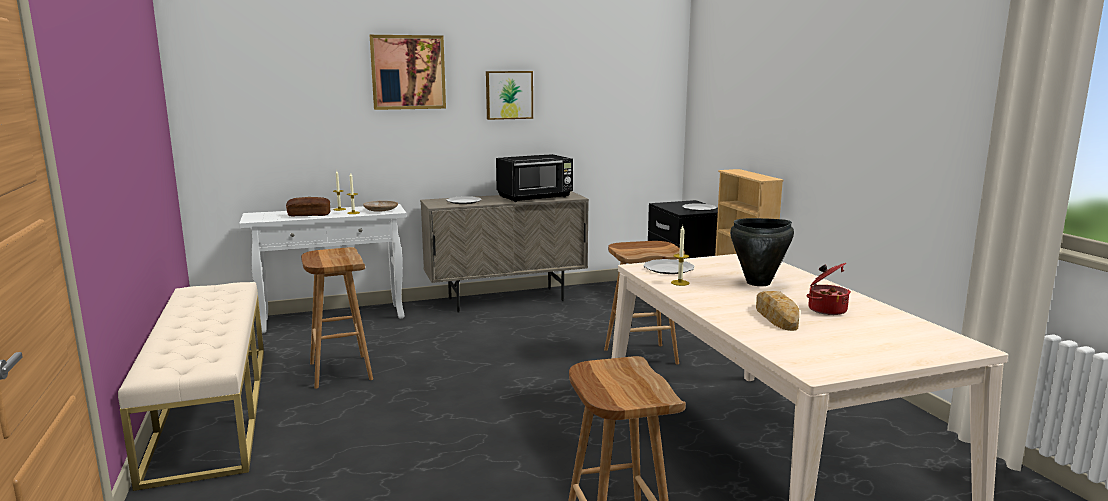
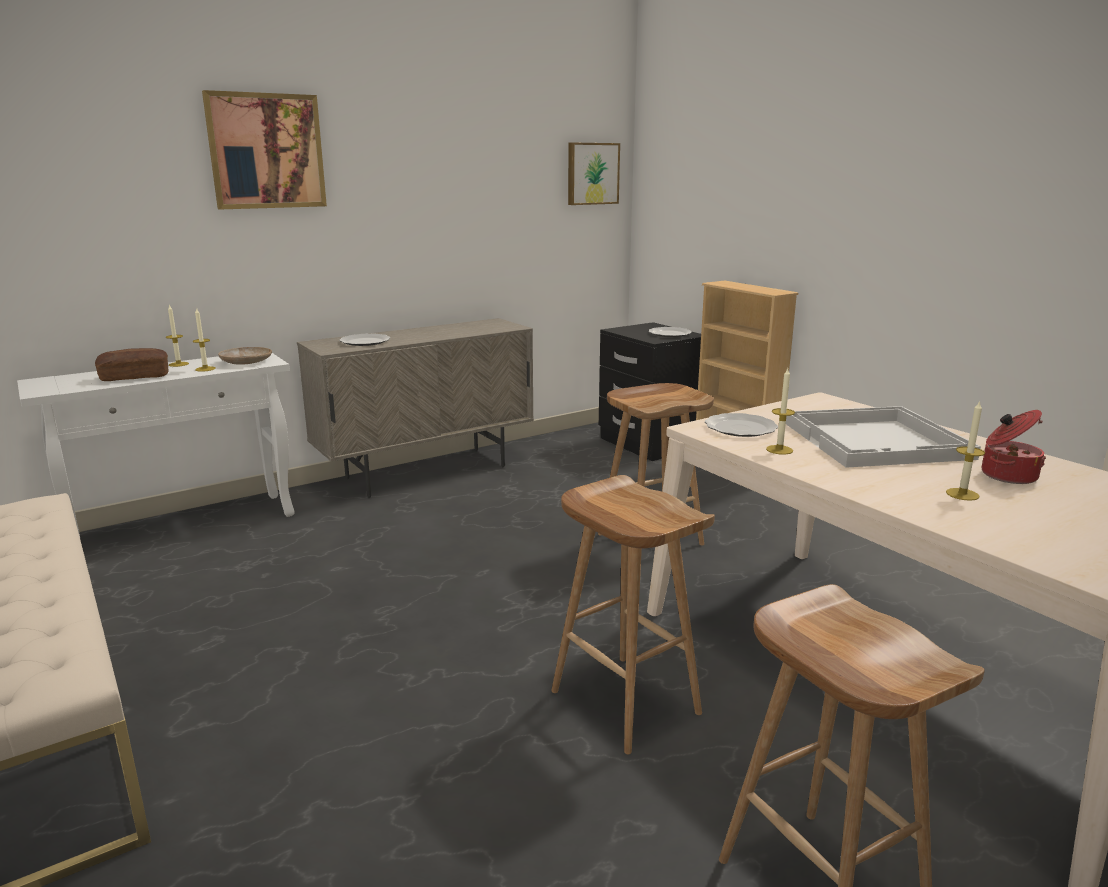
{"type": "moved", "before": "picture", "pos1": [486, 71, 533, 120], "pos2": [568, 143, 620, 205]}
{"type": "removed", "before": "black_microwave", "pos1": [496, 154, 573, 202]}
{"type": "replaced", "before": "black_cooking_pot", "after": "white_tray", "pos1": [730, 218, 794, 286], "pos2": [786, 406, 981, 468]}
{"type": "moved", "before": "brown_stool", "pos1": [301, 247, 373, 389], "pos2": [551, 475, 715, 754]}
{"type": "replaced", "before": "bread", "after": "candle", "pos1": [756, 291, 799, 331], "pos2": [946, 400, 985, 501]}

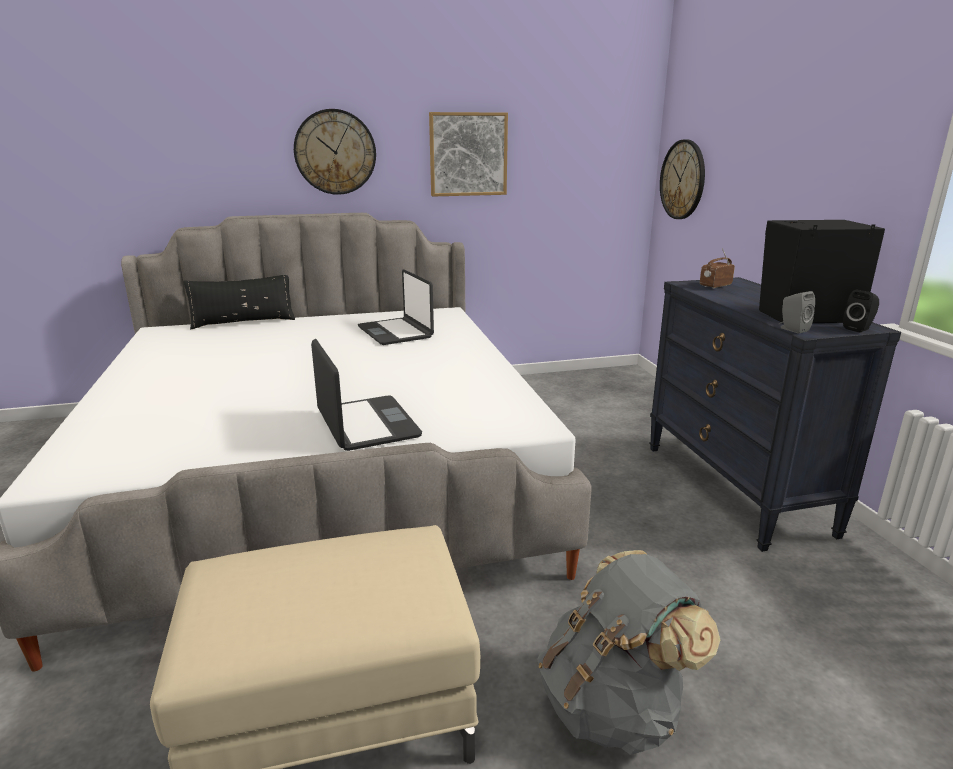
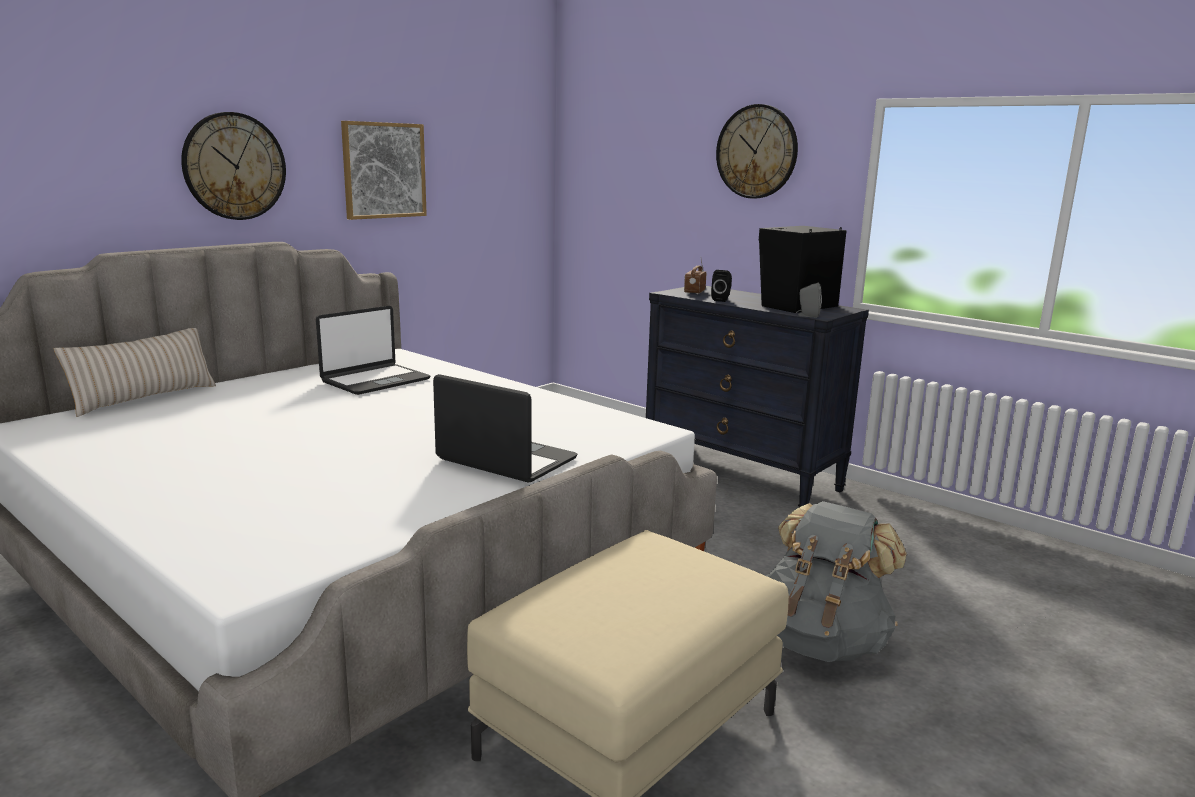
{"type": "moved", "before": "wall_clock", "pos1": [660, 140, 705, 219], "pos2": [716, 104, 798, 199]}
{"type": "turned", "before": "laptop", "pos1": [358, 269, 434, 345], "pos2": [316, 306, 430, 395], "turn": -75}
{"type": "recoloured", "before": "black_pillow", "after": "beige_pillow", "pos1": [183, 275, 295, 329], "pos2": [54, 328, 216, 417]}
{"type": "moved", "before": "black_speaker", "pos1": [843, 290, 879, 332], "pos2": [711, 270, 732, 302]}

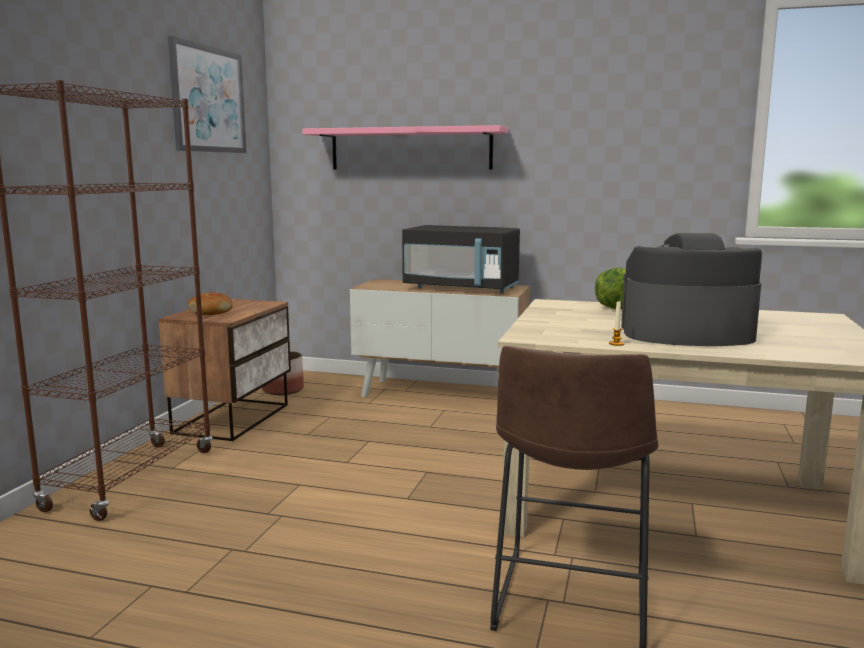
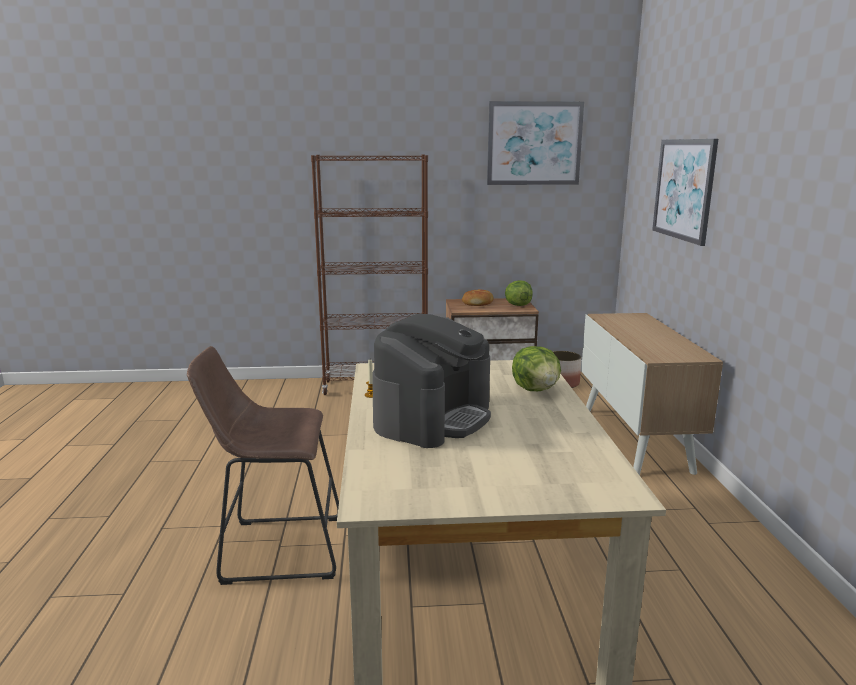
{"type": "replaced", "before": "pink_shelf", "after": "picture", "pos1": [302, 125, 508, 170], "pos2": [652, 139, 718, 246]}
{"type": "removed", "before": "black_microwave", "pos1": [402, 225, 520, 293]}
{"type": "turned", "before": "coffee_machine", "pos1": [621, 233, 762, 346], "pos2": [372, 314, 491, 448], "turn": 45}
{"type": "added", "after": "lettuce", "pos2": [505, 280, 533, 306]}

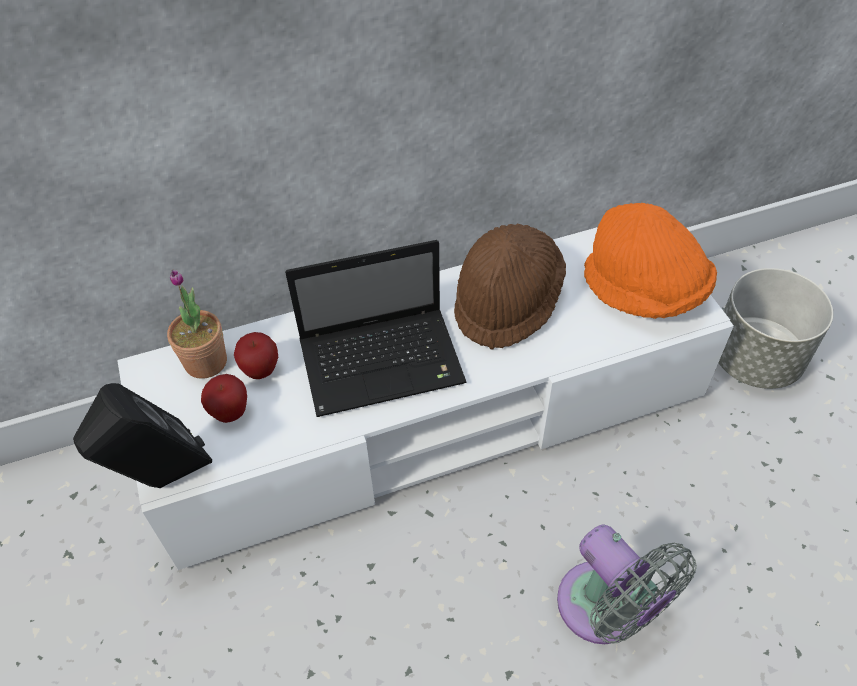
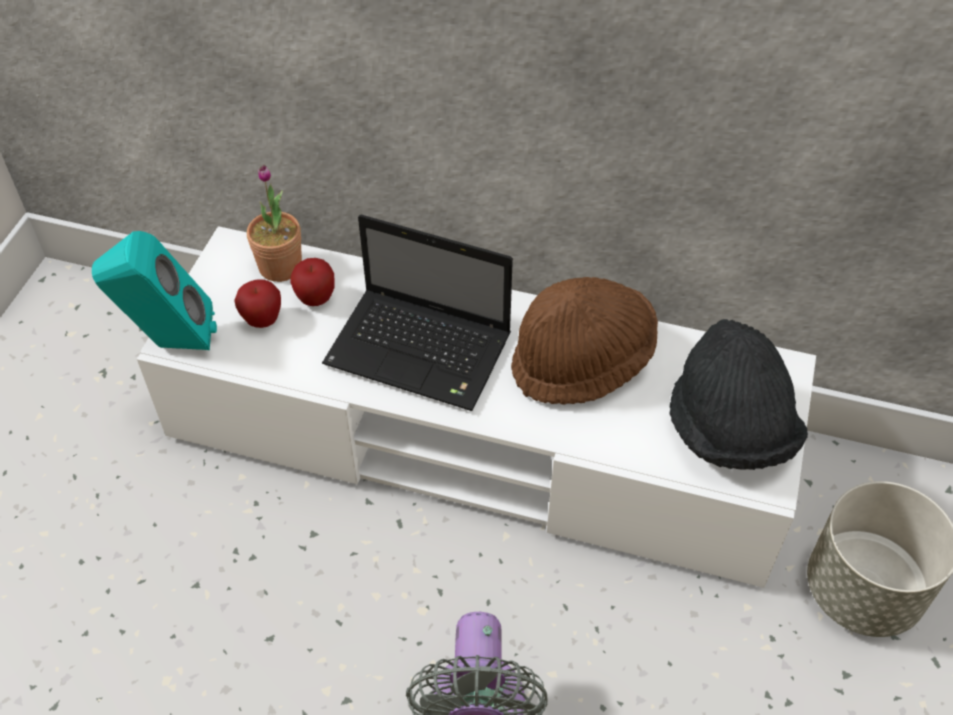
{"type": "recoloured", "before": "orange_hat", "after": "black_hat", "pos1": [584, 203, 717, 319], "pos2": [669, 319, 808, 470]}
{"type": "recoloured", "before": "black_speaker", "after": "turquoise_speaker", "pos1": [73, 383, 212, 488], "pos2": [92, 231, 217, 350]}

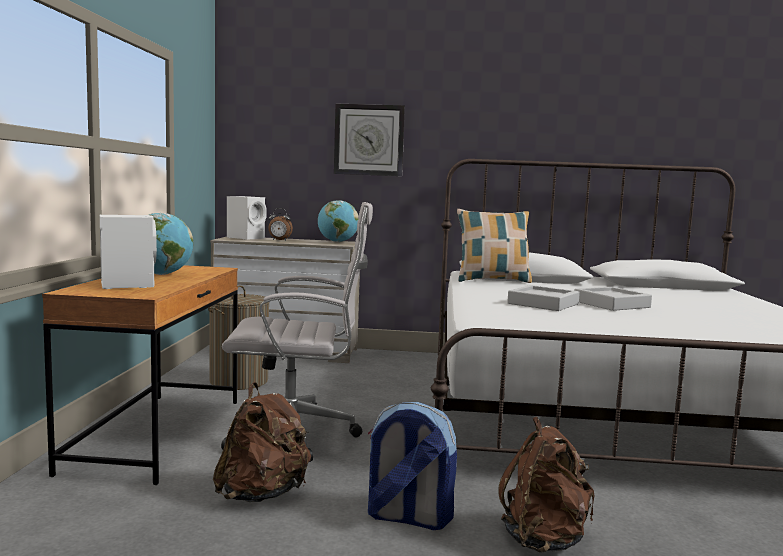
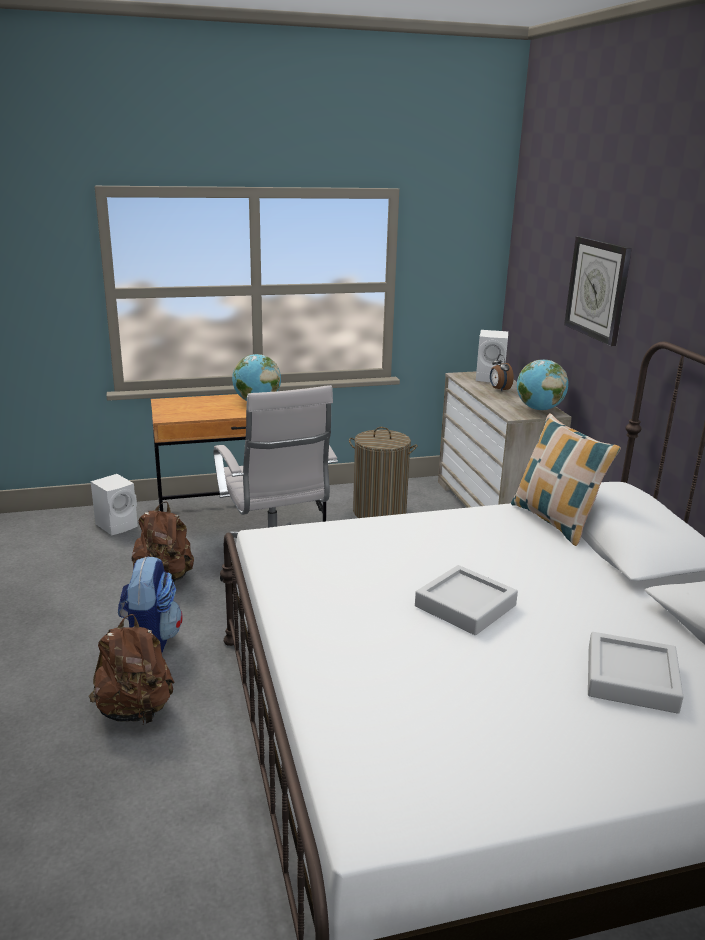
{"type": "moved", "before": "white_speaker", "pos1": [100, 215, 157, 289], "pos2": [91, 474, 138, 535]}
{"type": "moved", "before": "grey_tray", "pos1": [507, 285, 580, 311], "pos2": [588, 632, 683, 714]}

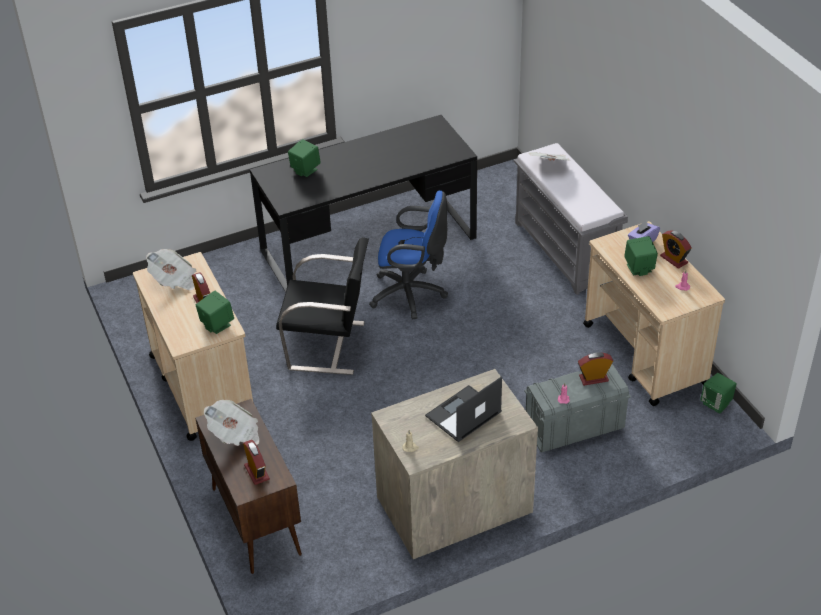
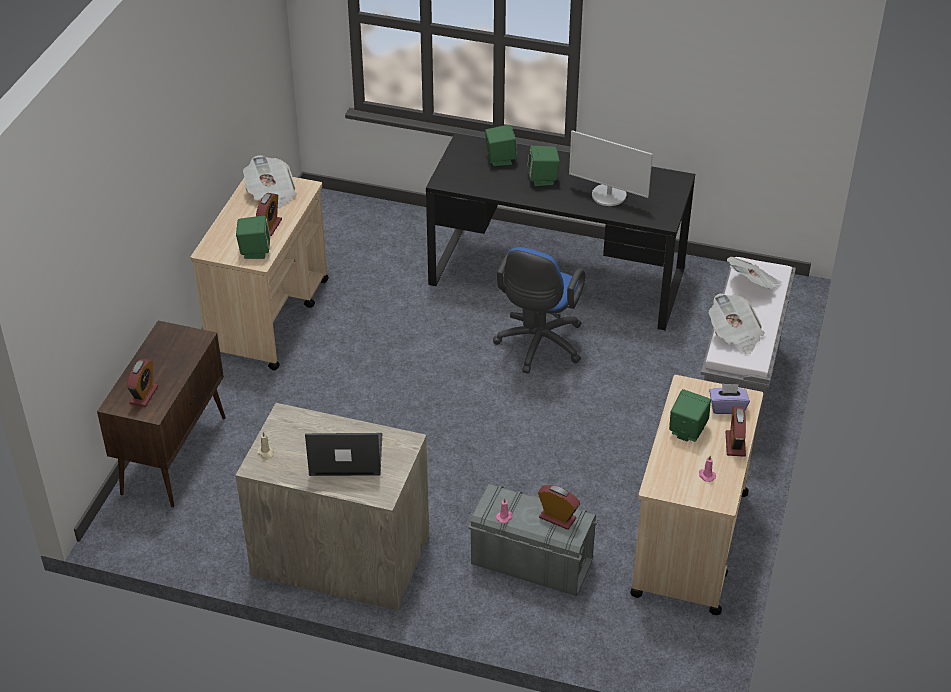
{"type": "turned", "before": "blue_office_chair", "pos1": [369, 190, 448, 319], "pos2": [493, 247, 585, 374], "turn": 60}
{"type": "removed", "before": "black_chair", "pos1": [276, 237, 369, 375]}
{"type": "moved", "before": "green_speaker", "pos1": [700, 373, 737, 414], "pos2": [527, 146, 560, 186]}
{"type": "moved", "before": "newspaper", "pos1": [204, 400, 259, 446], "pos2": [709, 293, 765, 354]}
{"type": "added", "after": "monitor", "pos2": [569, 130, 653, 206]}

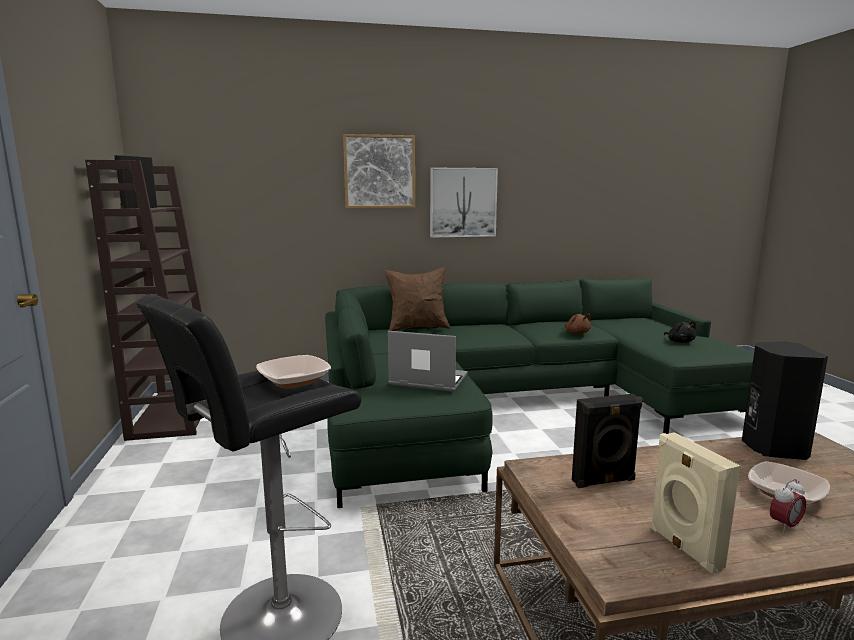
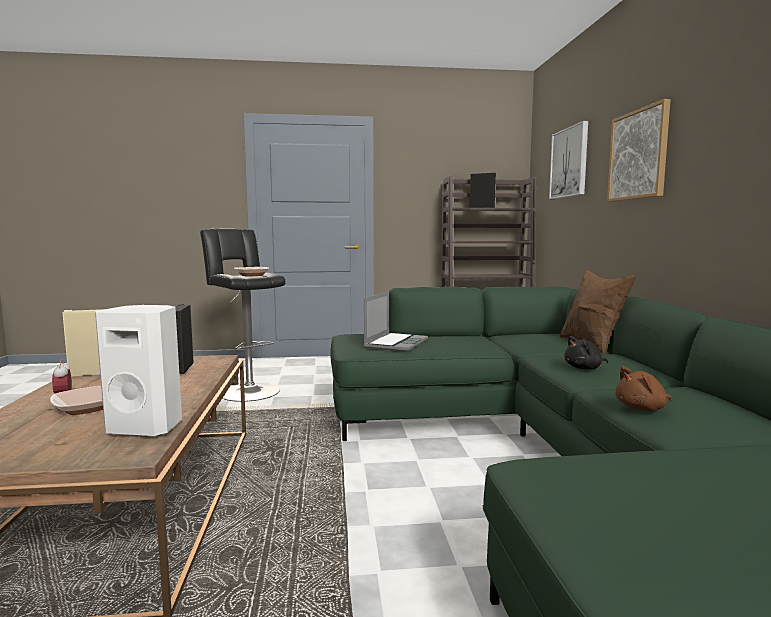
{"type": "moved", "before": "picture", "pos1": [430, 167, 498, 238], "pos2": [549, 121, 588, 199]}
{"type": "moved", "before": "black_plush_toy", "pos1": [664, 321, 696, 343], "pos2": [564, 336, 608, 369]}
{"type": "recoloured", "before": "black_speaker", "after": "white_speaker", "pos1": [742, 341, 828, 460], "pos2": [95, 305, 182, 436]}

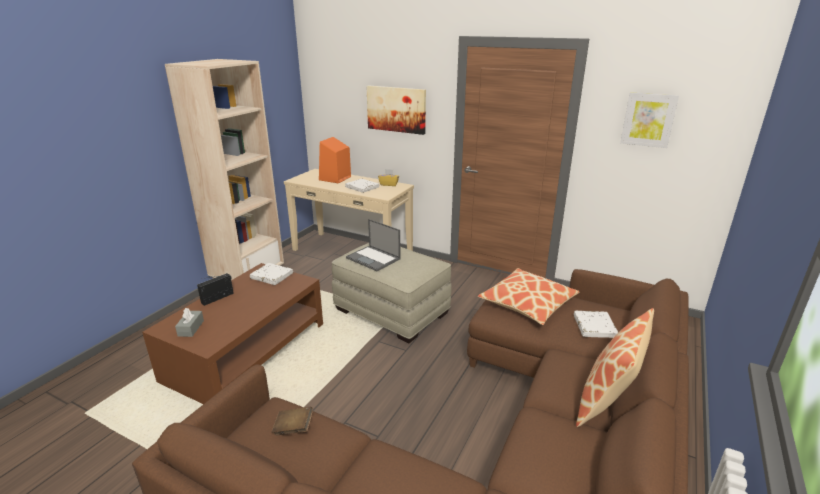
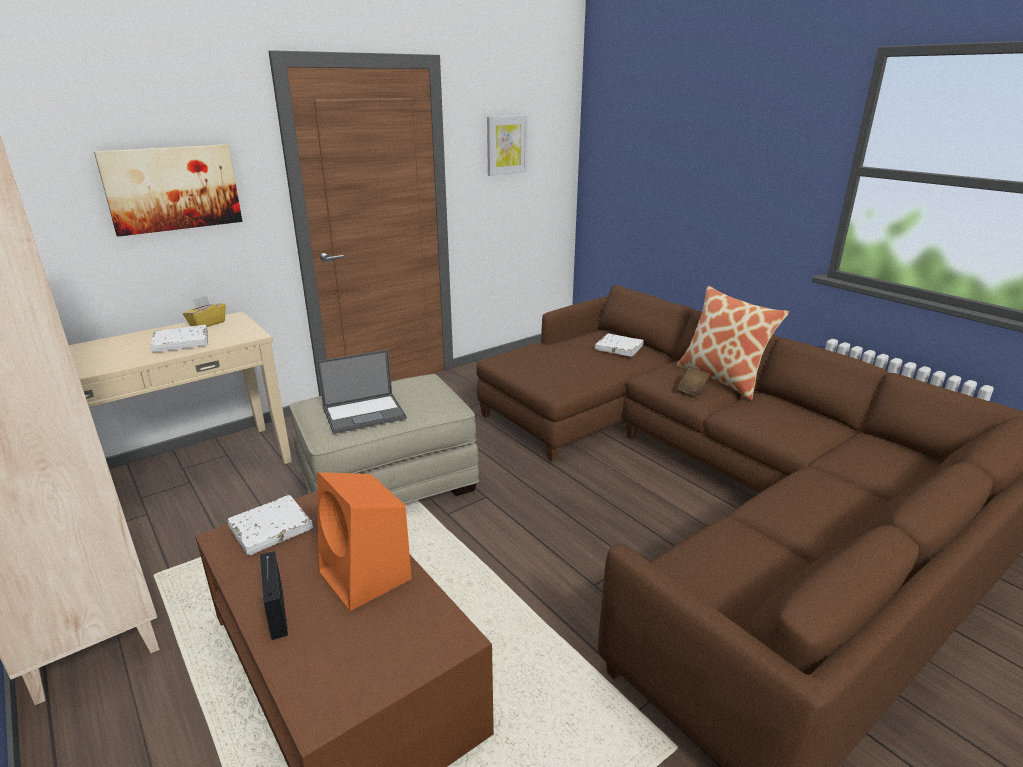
{"type": "moved", "before": "orange_speaker", "pos1": [319, 137, 351, 183], "pos2": [317, 472, 412, 612]}
{"type": "removed", "before": "pillow", "pos1": [478, 268, 579, 325]}
{"type": "removed", "before": "grey_tissue_box", "pos1": [175, 308, 204, 337]}
{"type": "moved", "before": "brown_book", "pos1": [272, 407, 313, 436], "pos2": [677, 366, 711, 397]}

